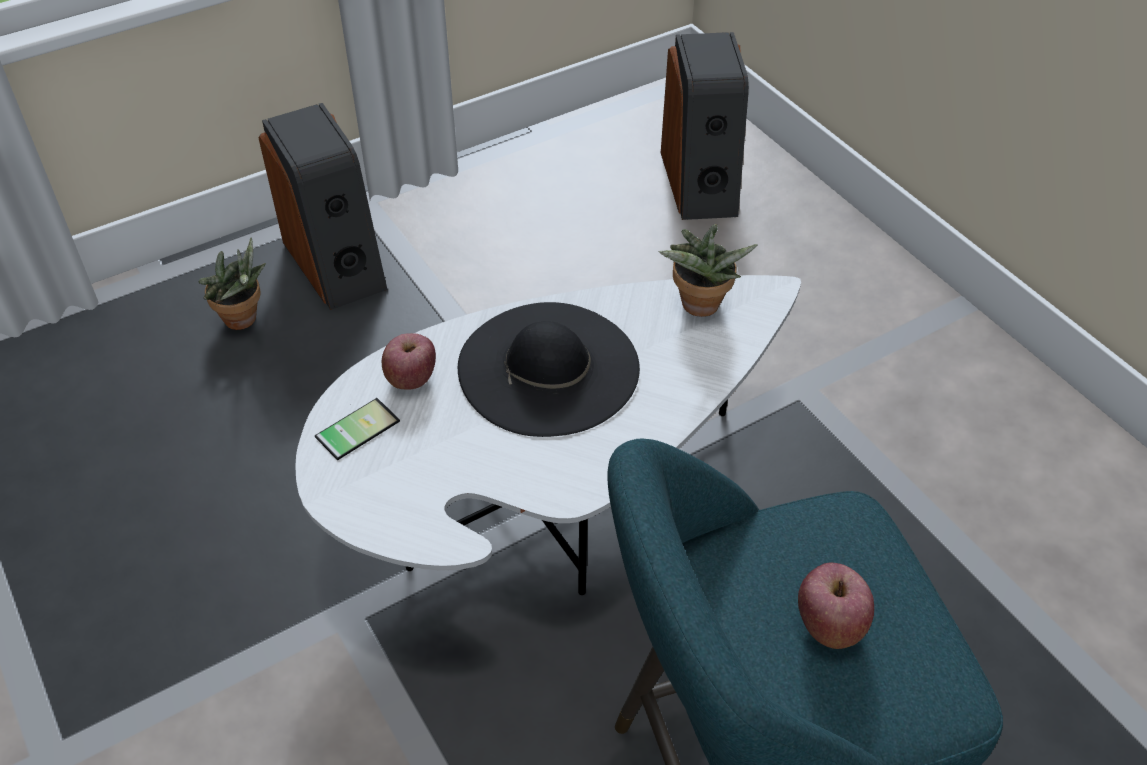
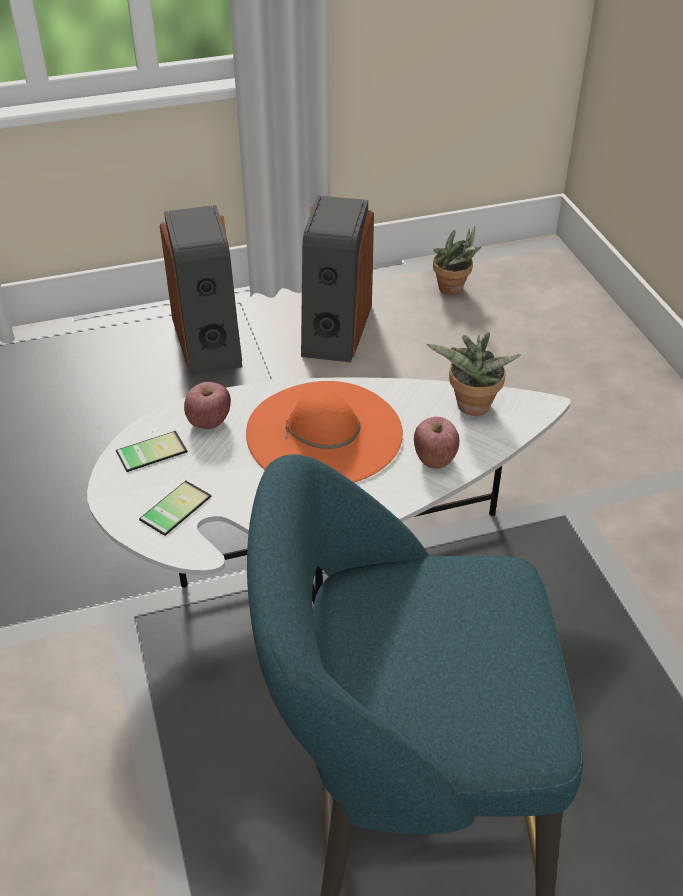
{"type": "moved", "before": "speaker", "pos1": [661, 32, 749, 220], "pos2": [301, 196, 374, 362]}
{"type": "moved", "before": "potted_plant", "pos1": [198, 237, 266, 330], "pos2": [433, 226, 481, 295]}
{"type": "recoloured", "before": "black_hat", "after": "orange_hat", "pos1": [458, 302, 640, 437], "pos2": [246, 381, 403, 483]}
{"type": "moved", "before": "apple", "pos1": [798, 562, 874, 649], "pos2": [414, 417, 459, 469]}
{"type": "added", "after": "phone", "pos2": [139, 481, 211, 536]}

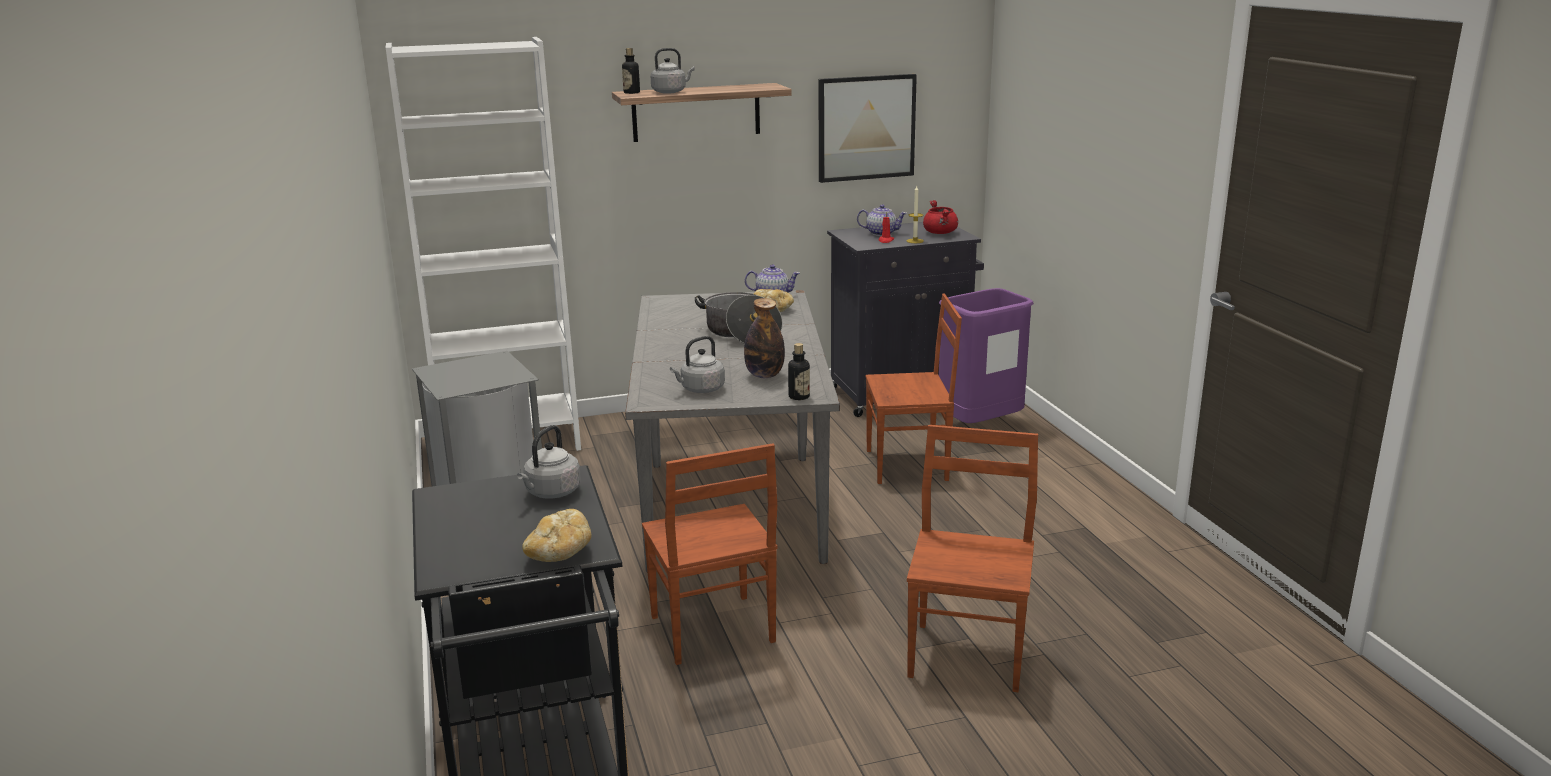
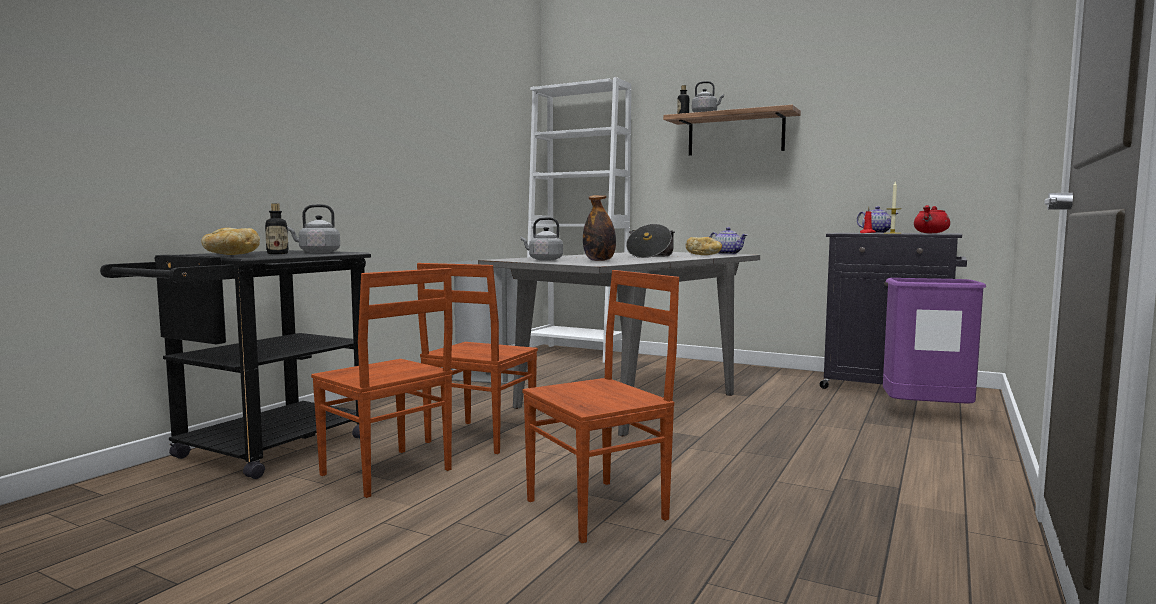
{"type": "removed", "before": "picture", "pos1": [819, 74, 917, 183]}
{"type": "moved", "before": "brown_chair", "pos1": [865, 294, 962, 484], "pos2": [311, 268, 453, 498]}
{"type": "moved", "before": "bottle", "pos1": [788, 343, 810, 400], "pos2": [265, 203, 289, 254]}

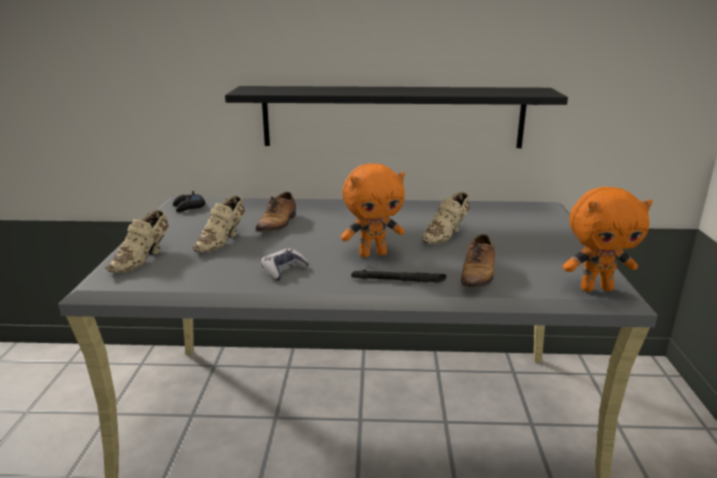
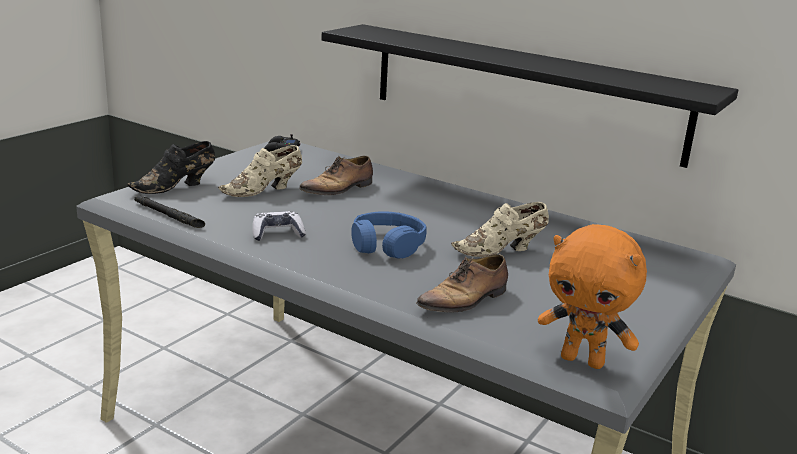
{"type": "replaced", "before": "orange_plush_toy", "after": "blue_headphones", "pos1": [341, 163, 405, 258], "pos2": [351, 211, 426, 258]}
{"type": "recoloured", "before": "beige_shoe", "after": "black_shoe", "pos1": [106, 210, 169, 273], "pos2": [128, 141, 215, 194]}
{"type": "moved", "before": "black_flashlight", "pos1": [351, 269, 447, 283], "pos2": [134, 196, 205, 228]}

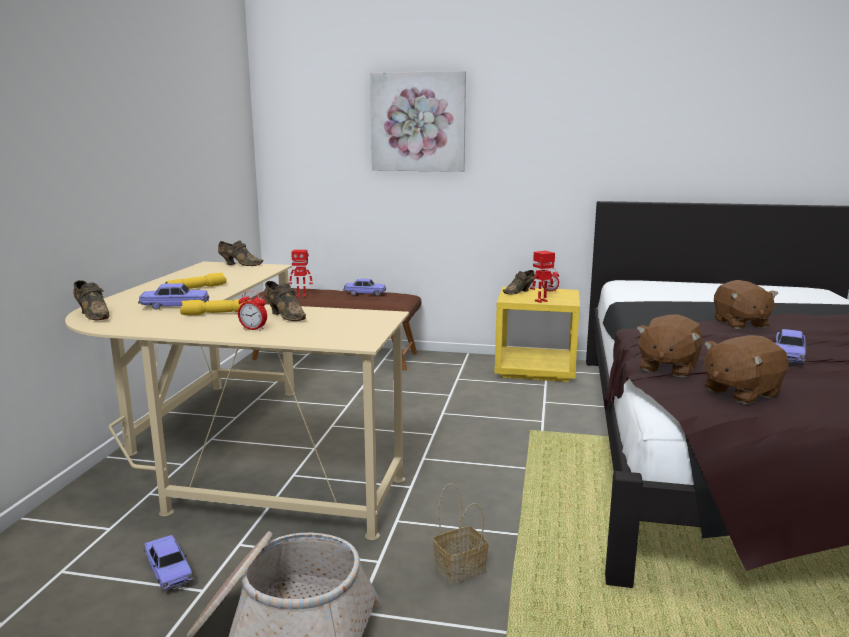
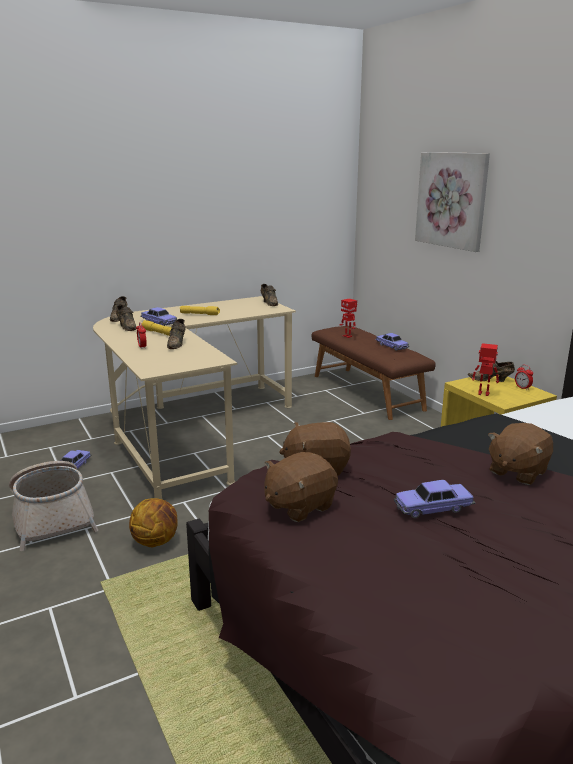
{"type": "turned", "before": "brown_plush_toy", "pos1": [704, 335, 789, 404], "pos2": [264, 452, 338, 522], "turn": -60}
{"type": "replaced", "before": "basket", "after": "basketball", "pos1": [433, 483, 488, 585], "pos2": [129, 498, 178, 547]}
{"type": "added", "after": "brown_shoe", "pos2": [116, 305, 136, 331]}

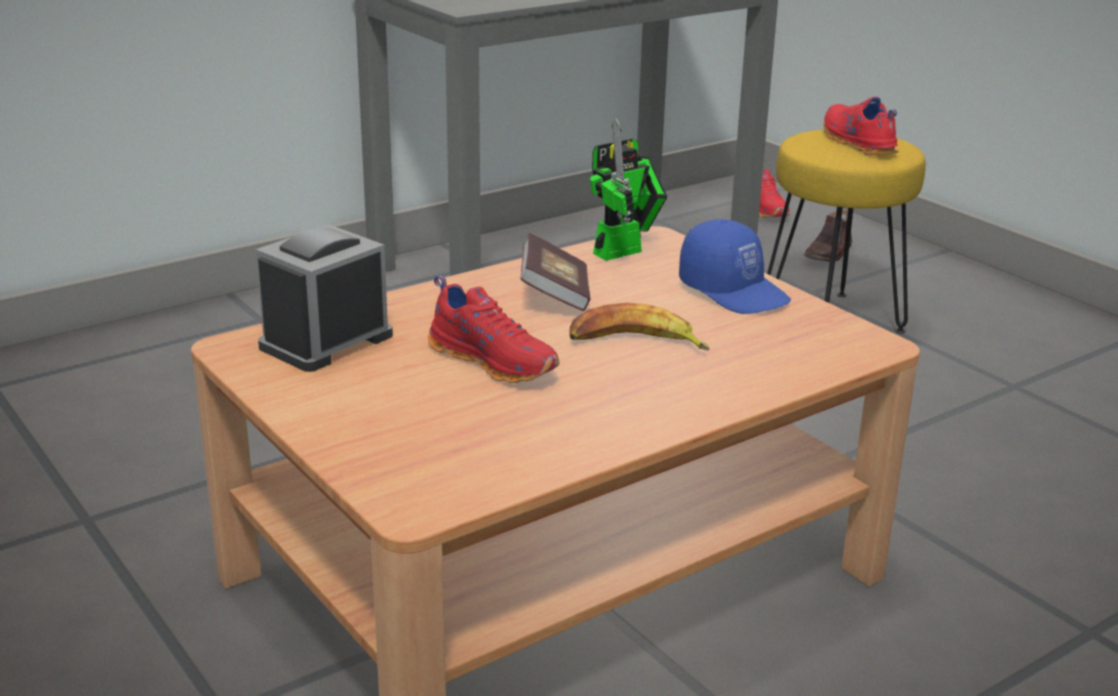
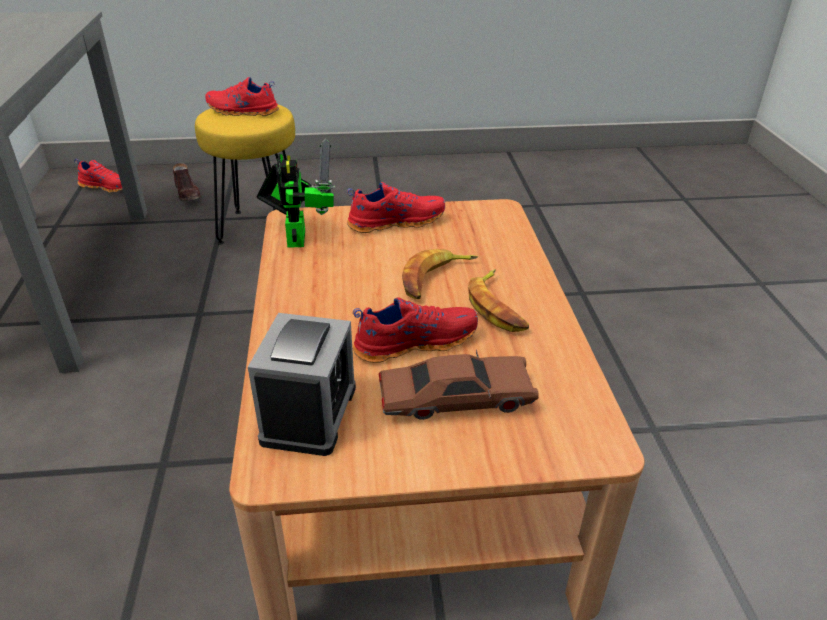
{"type": "replaced", "before": "blue_cap", "after": "red_shoe", "pos1": [679, 219, 791, 314], "pos2": [347, 182, 445, 233]}
{"type": "turned", "before": "alarm_clock", "pos1": [256, 224, 393, 372], "pos2": [248, 313, 356, 456], "turn": -150}
{"type": "removed", "before": "book", "pos1": [521, 233, 591, 311]}
{"type": "added", "after": "banana", "pos2": [468, 269, 529, 332]}
{"type": "added", "after": "brown_toy_car", "pos2": [379, 350, 539, 420]}

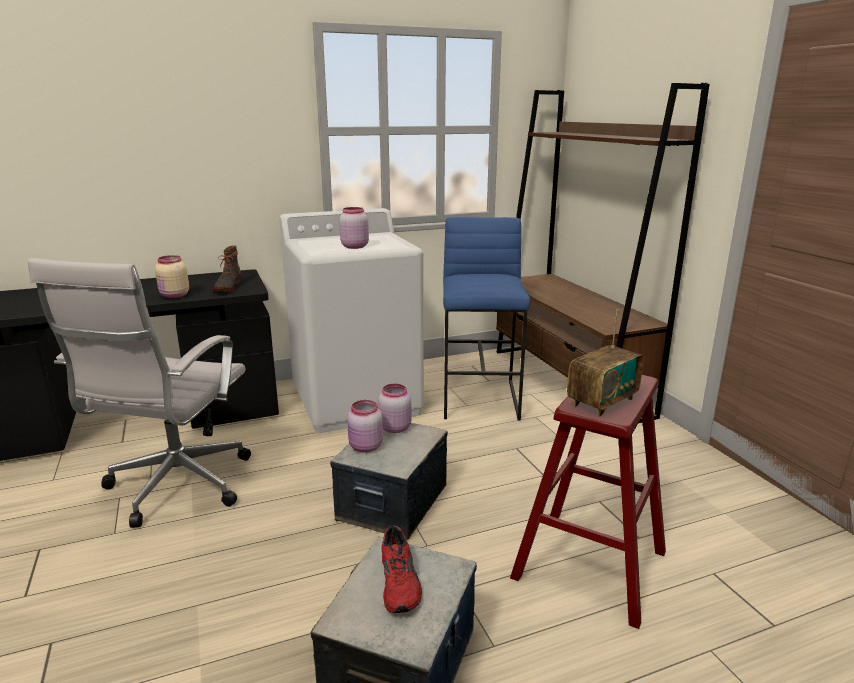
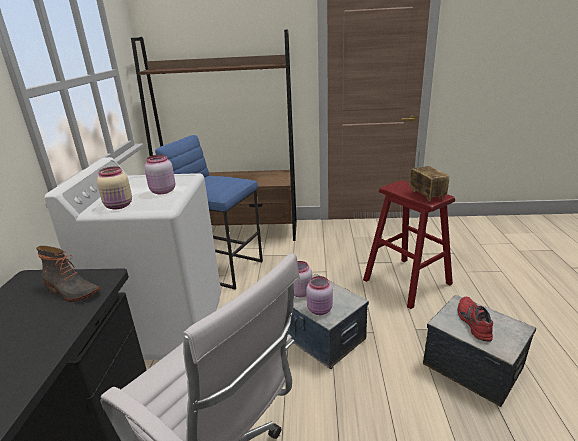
{"type": "moved", "before": "beige_jar", "pos1": [155, 255, 189, 298], "pos2": [97, 166, 132, 209]}
{"type": "turned", "before": "red_shoe", "pos1": [382, 525, 422, 613], "pos2": [458, 297, 493, 342], "turn": -105}

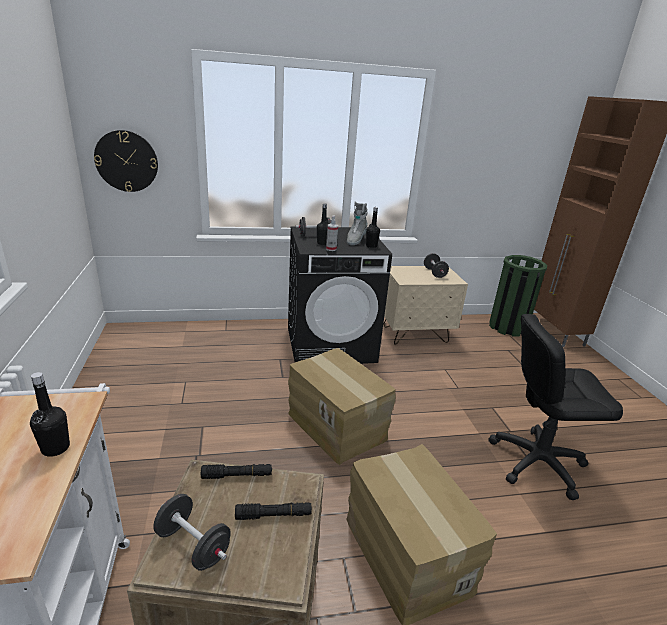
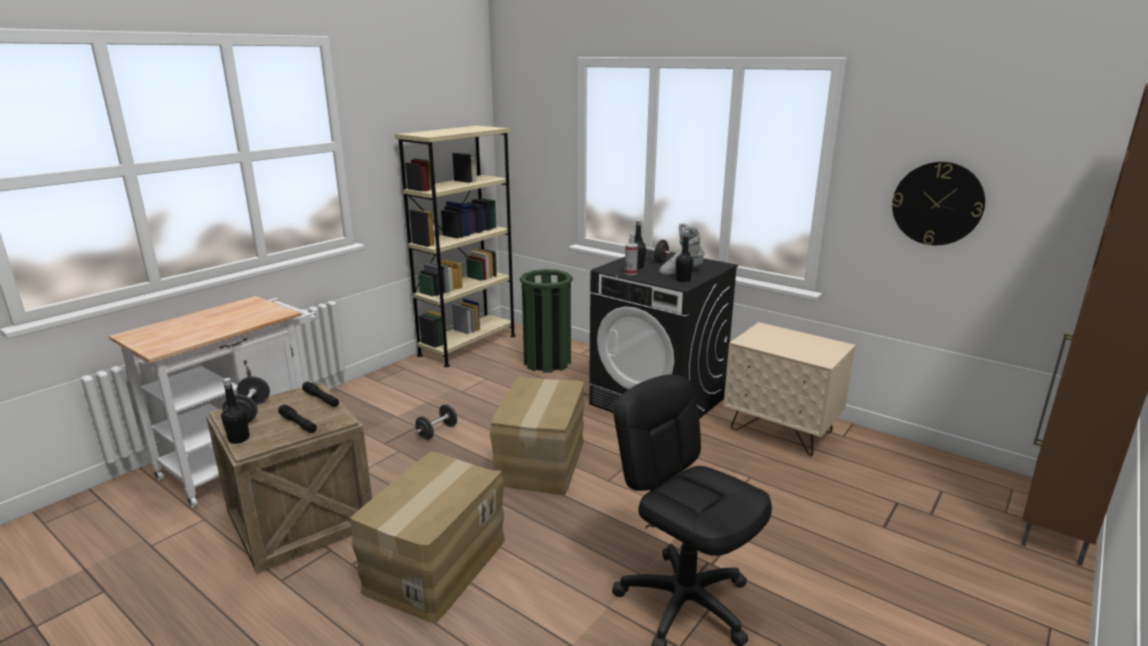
{"type": "moved", "before": "wall_clock", "pos1": [94, 130, 158, 192], "pos2": [892, 162, 985, 245]}
{"type": "moved", "before": "black_dumbbell", "pos1": [424, 253, 449, 278], "pos2": [415, 404, 457, 440]}
{"type": "moved", "before": "green_trash_can", "pos1": [489, 255, 547, 337], "pos2": [520, 269, 573, 373]}
{"type": "moved", "before": "black_bottle", "pos1": [30, 372, 70, 457], "pos2": [221, 378, 250, 444]}
{"type": "added", "after": "beige_bookcase", "pos2": [395, 126, 516, 367]}

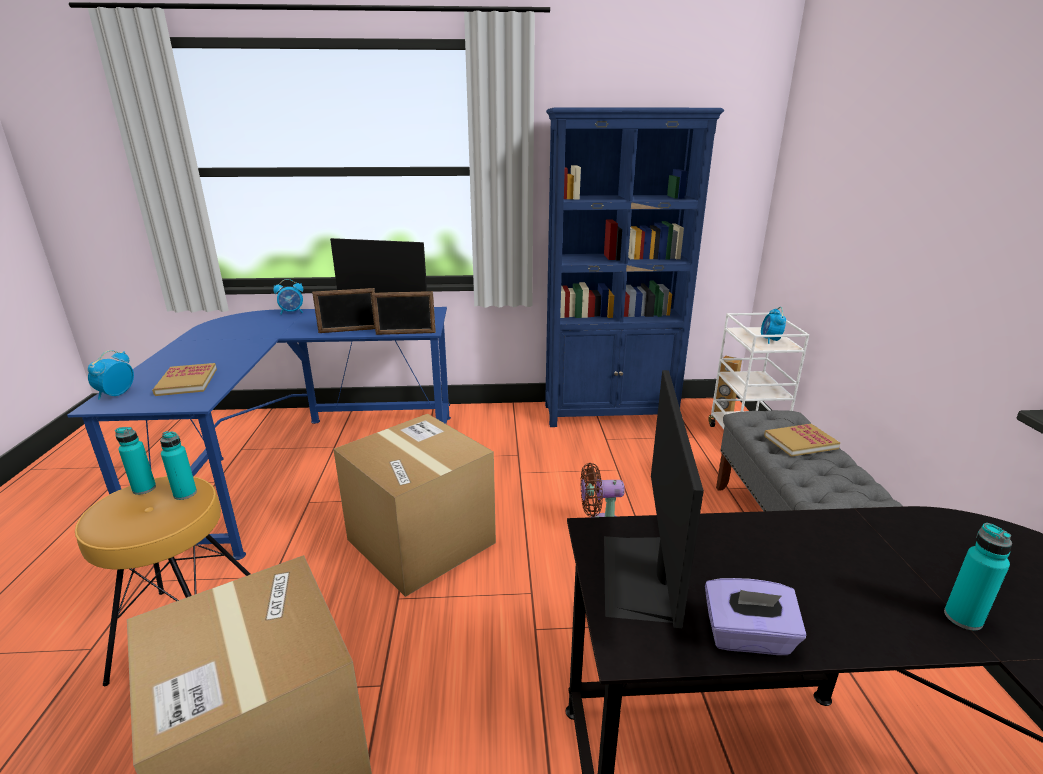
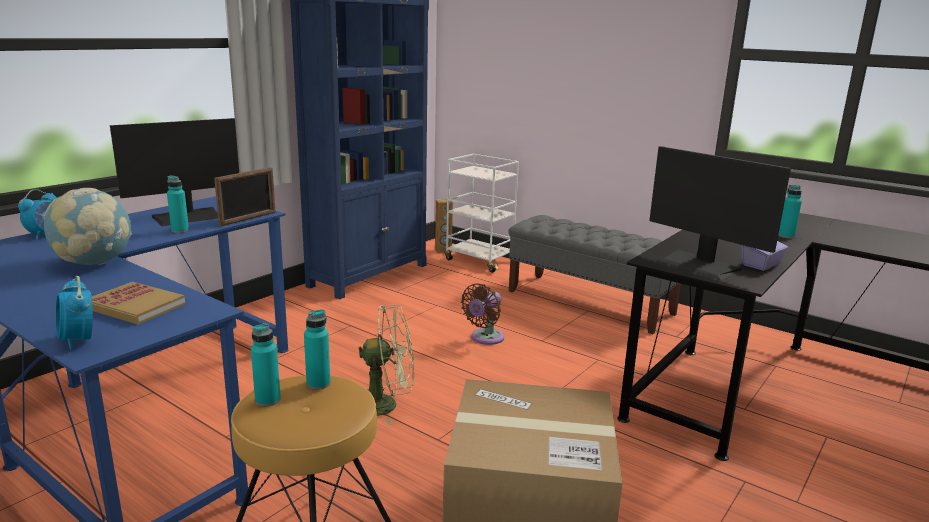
{"type": "replaced", "before": "picture_frame", "after": "turquoise_bottle", "pos1": [312, 288, 375, 333], "pos2": [167, 175, 189, 233]}
{"type": "removed", "before": "alarm_clock", "pos1": [761, 307, 786, 344]}
{"type": "replaced", "before": "cardboard_box", "after": "green_fan", "pos1": [333, 414, 496, 597], "pos2": [358, 304, 414, 425]}
{"type": "removed", "before": "book", "pos1": [764, 424, 840, 457]}
{"type": "added", "after": "globe", "pos2": [44, 188, 131, 265]}

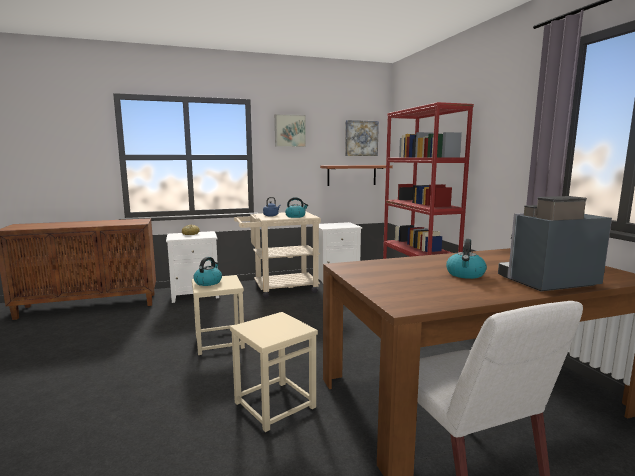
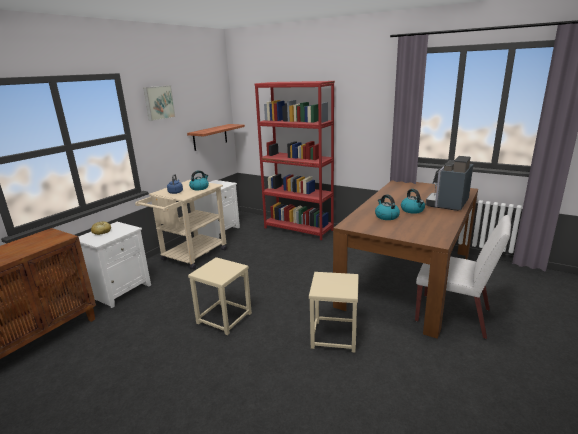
{"type": "removed", "before": "picture", "pos1": [345, 120, 379, 156]}
{"type": "moved", "before": "kettle", "pos1": [194, 257, 222, 286], "pos2": [375, 195, 400, 220]}

